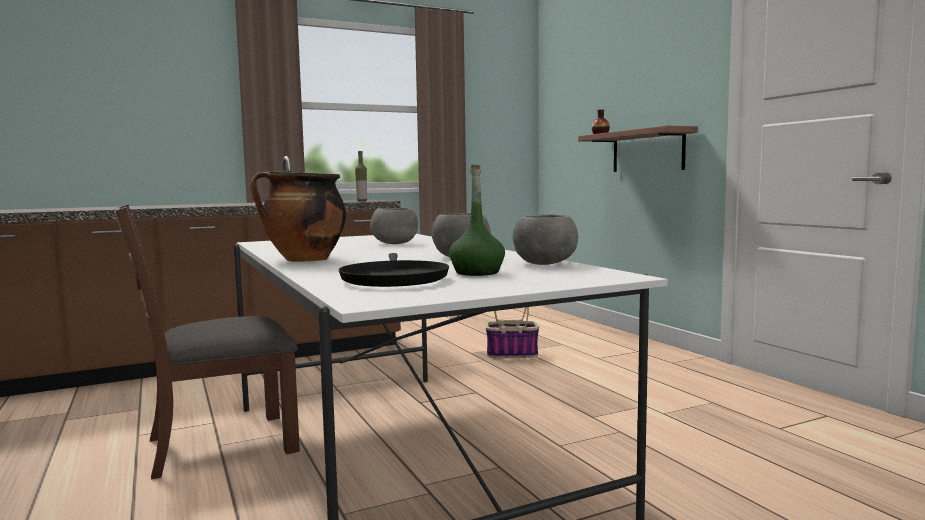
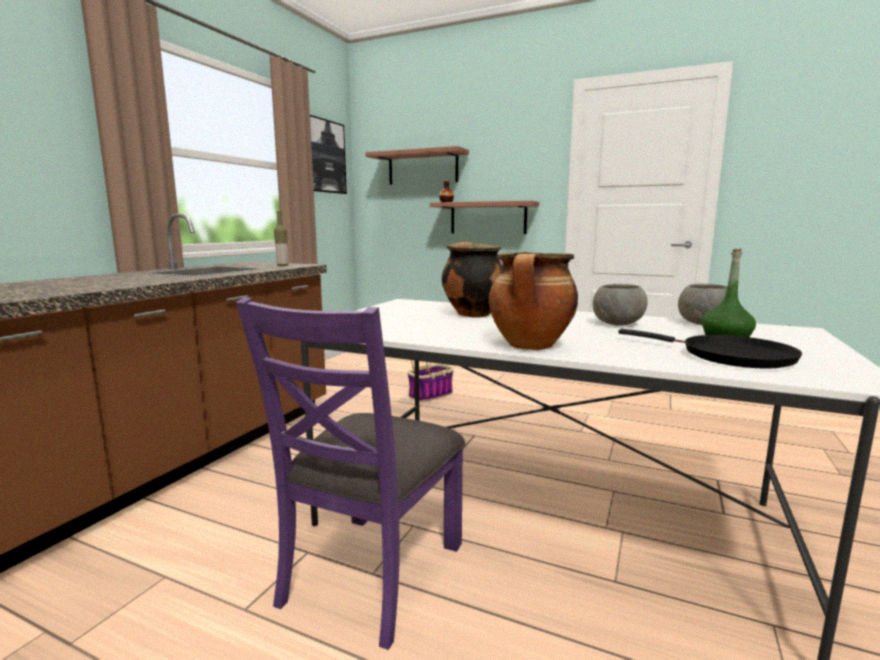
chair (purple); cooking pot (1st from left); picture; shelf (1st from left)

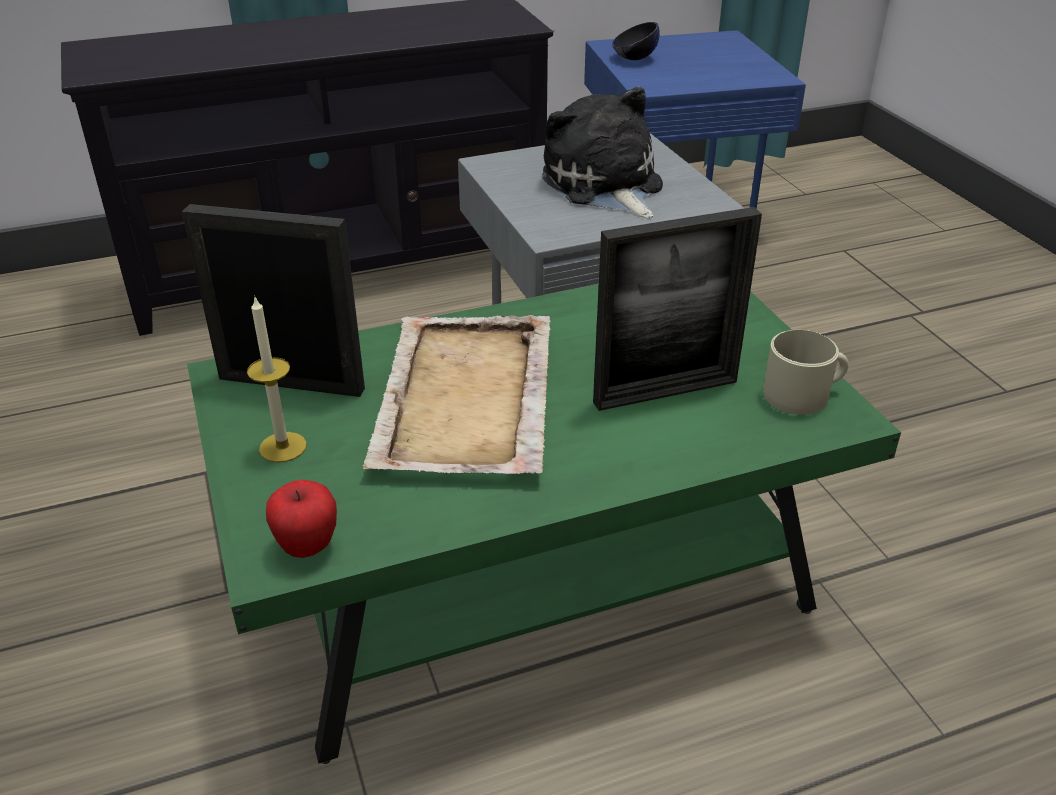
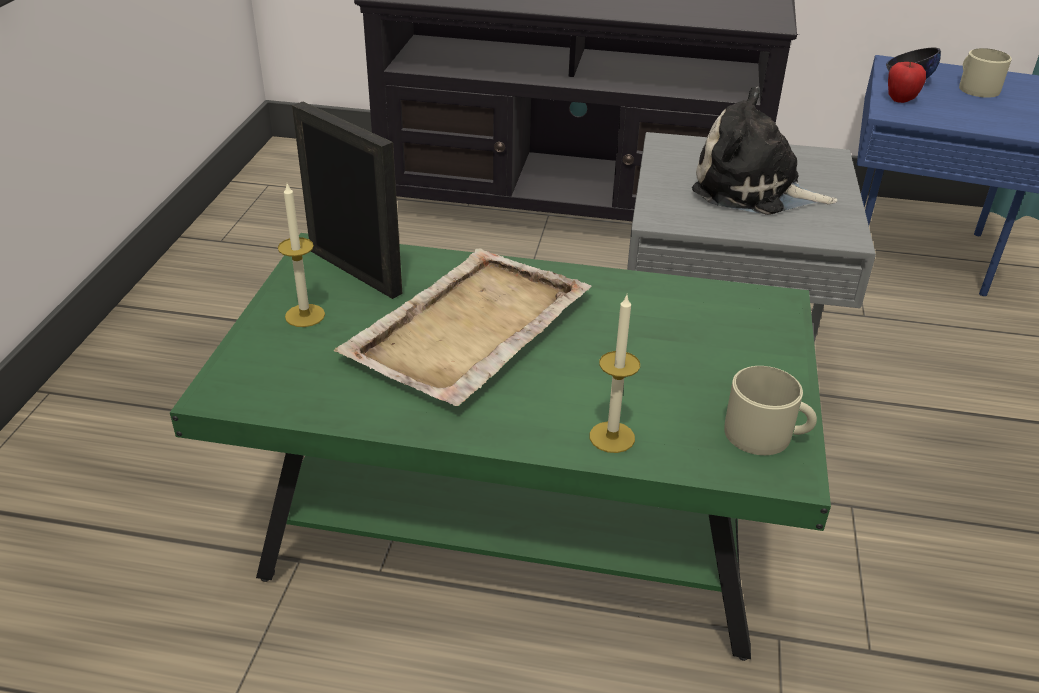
plush toy; picture frame (2nd from left in the first image); apple; mug (beige) (2nd from left); candle (2nd from left)

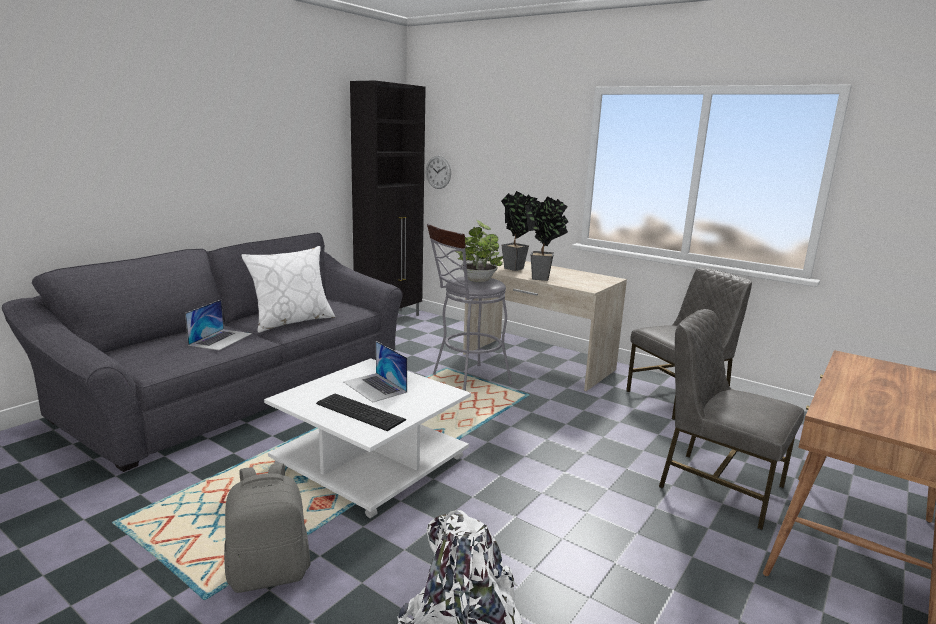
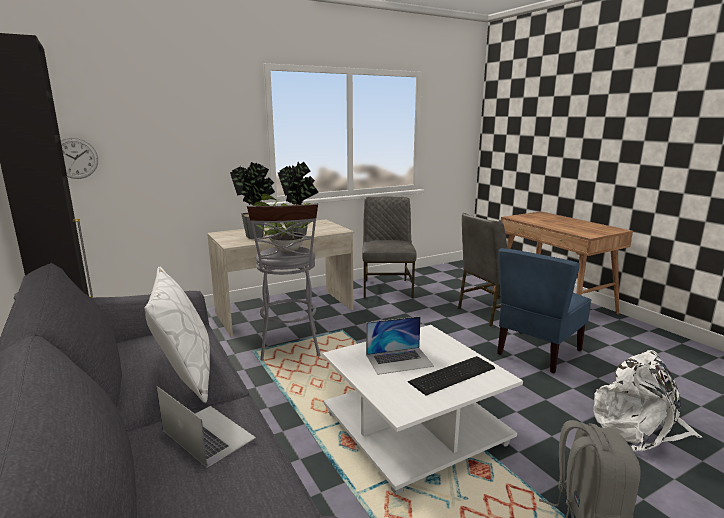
chair (blue)

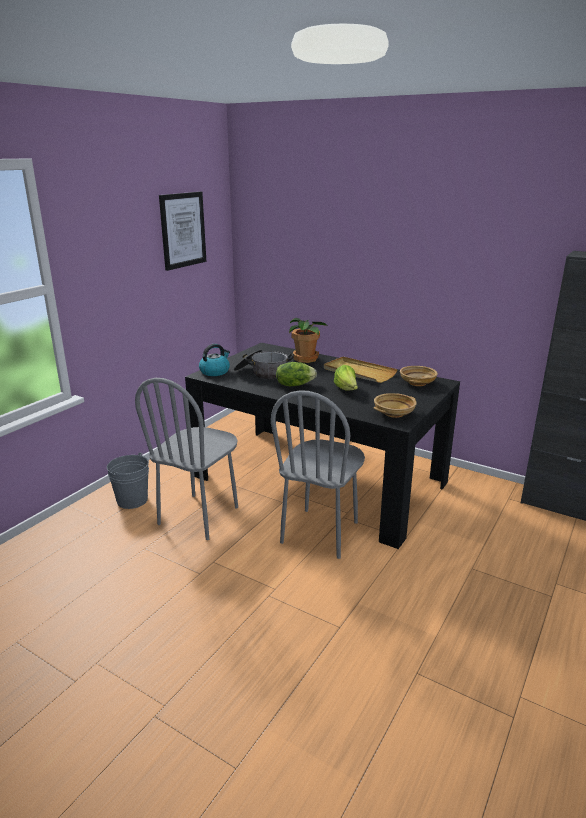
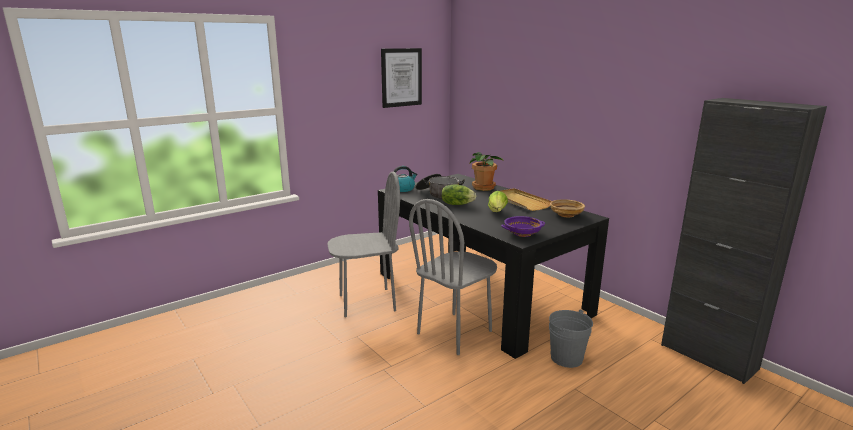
chair (grey) (1st from left); bowl (purple); bucket (grey)

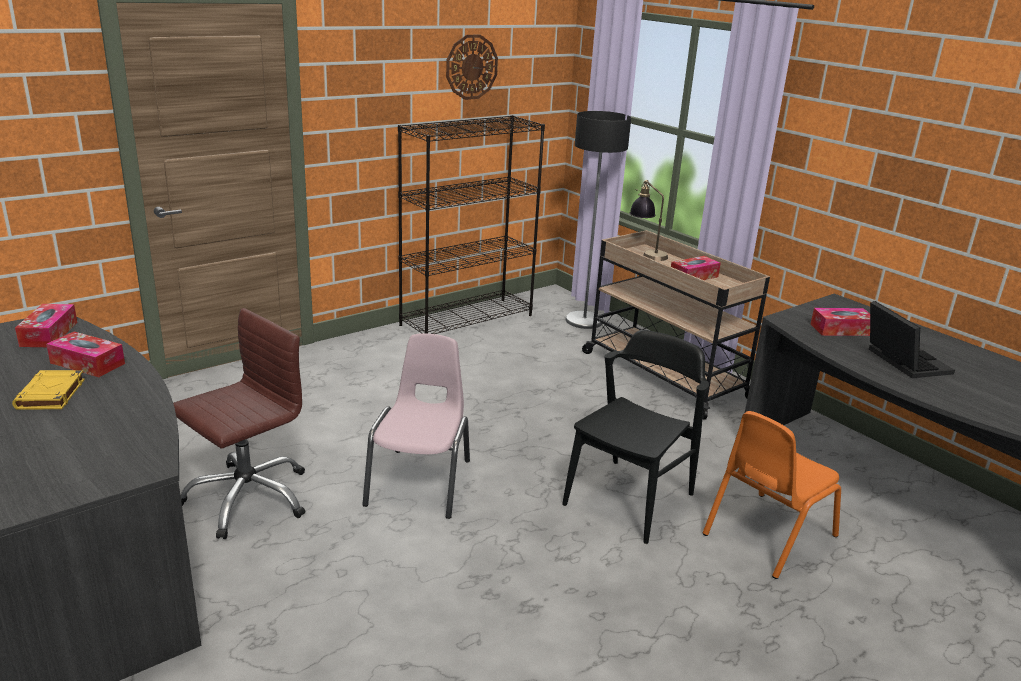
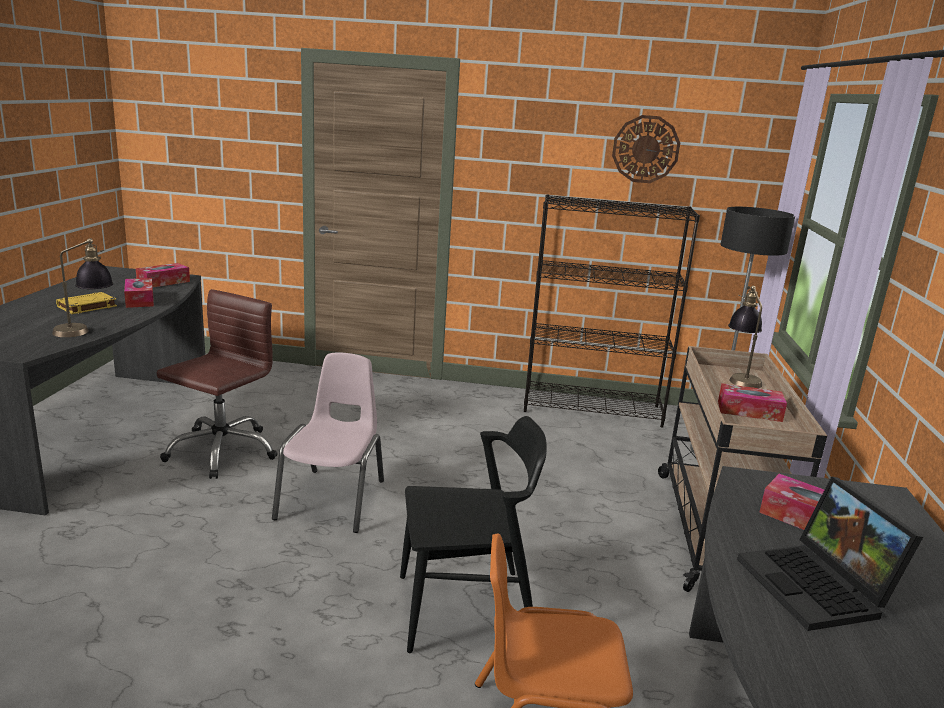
laptop; office chair (brown); chair (pink); table lamp (1st from left)

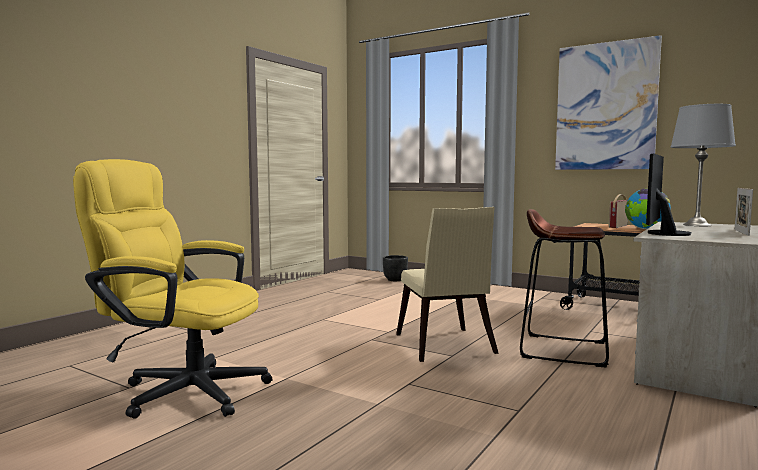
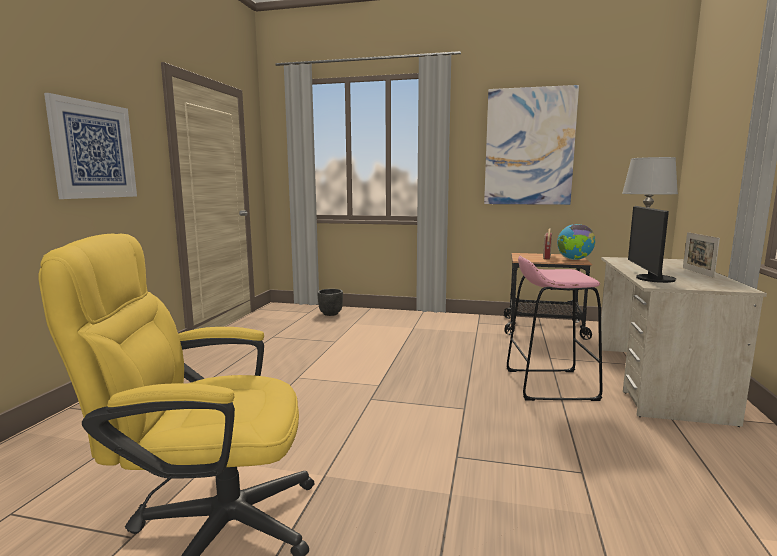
chair (beige); stool (pink); picture (1st from left)

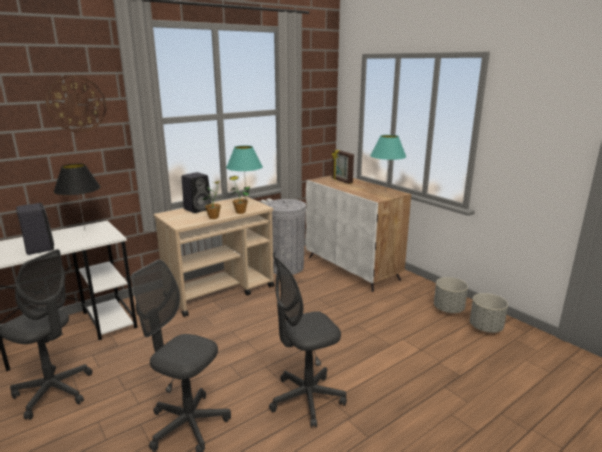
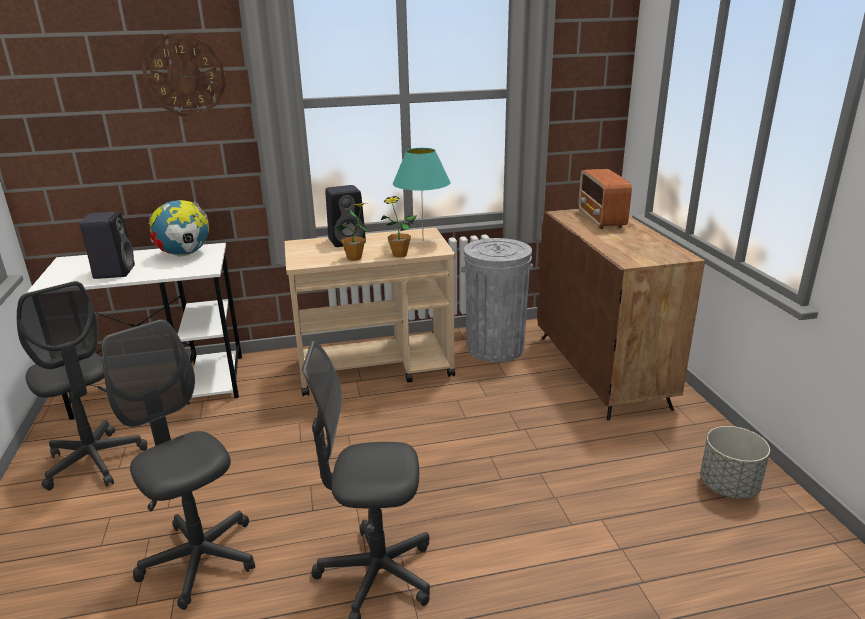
table lamp (turquoise) (2nd from left in the first image); radio; globe; cabinet (brown); planter (grey) (2nd from left in the first image)

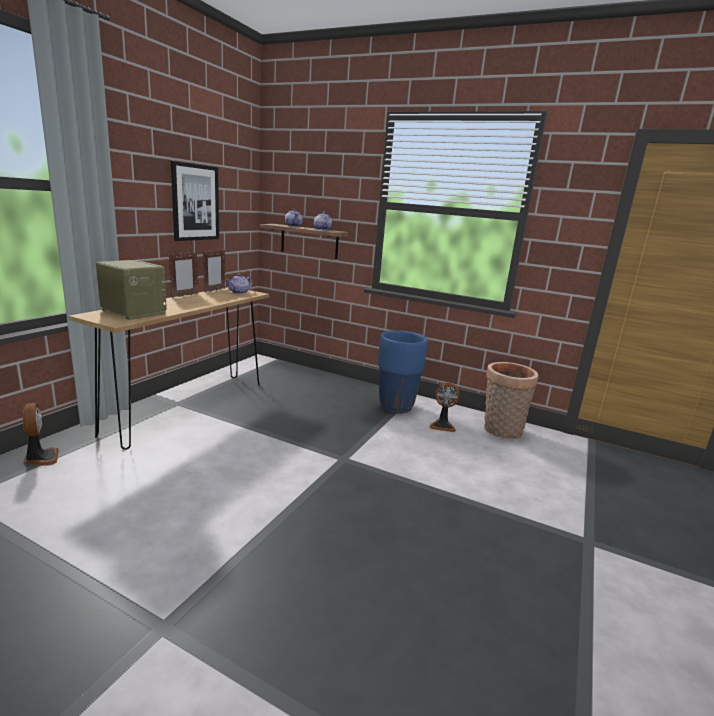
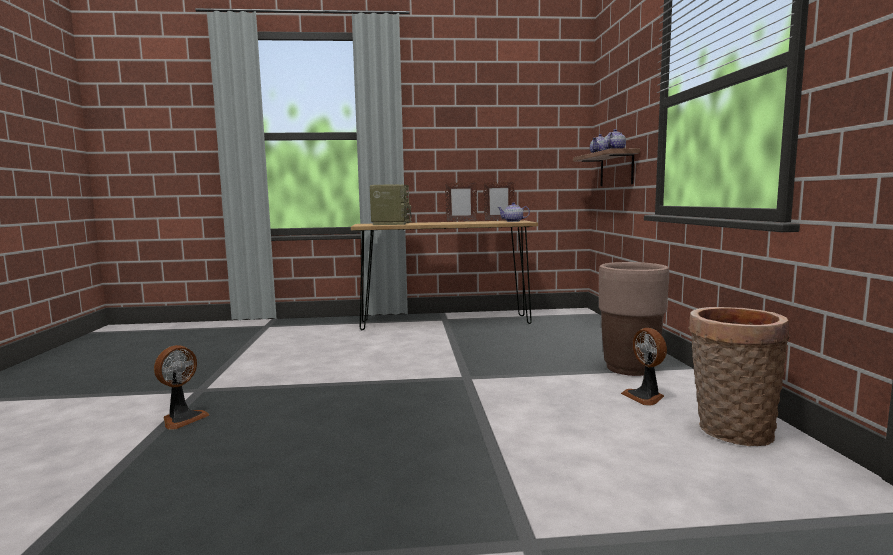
picture; planter (brown); fan (1st from left)

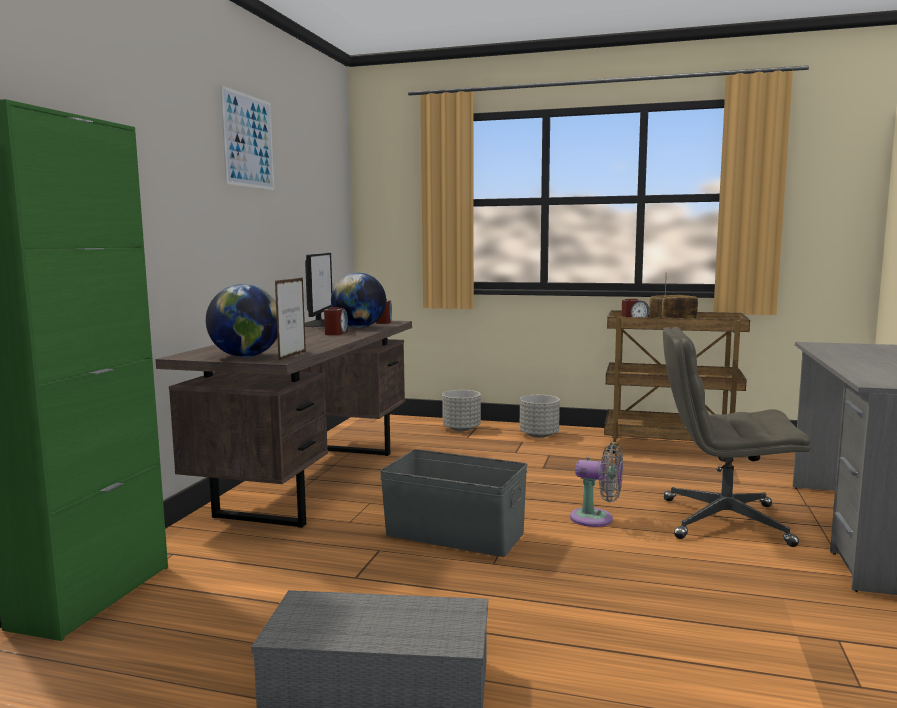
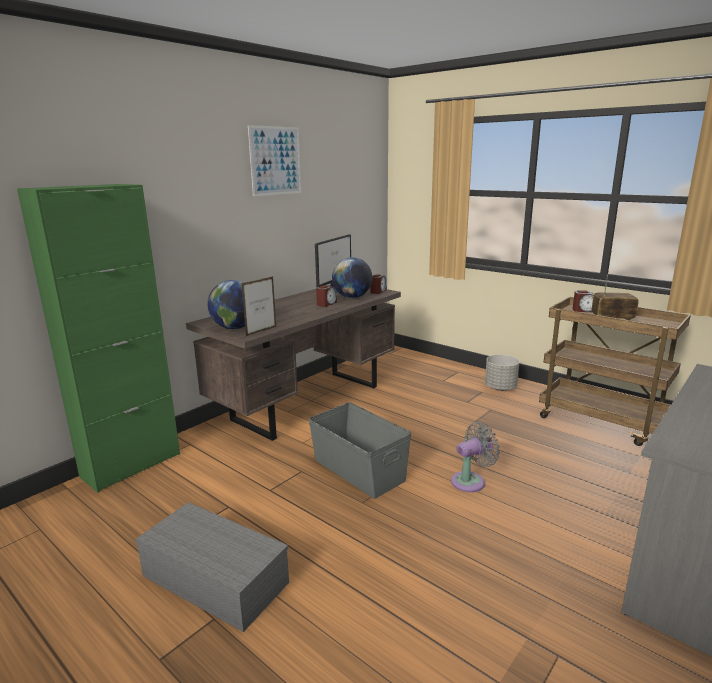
office chair (grey); planter (grey) (1st from left in the first image); fan (grey)

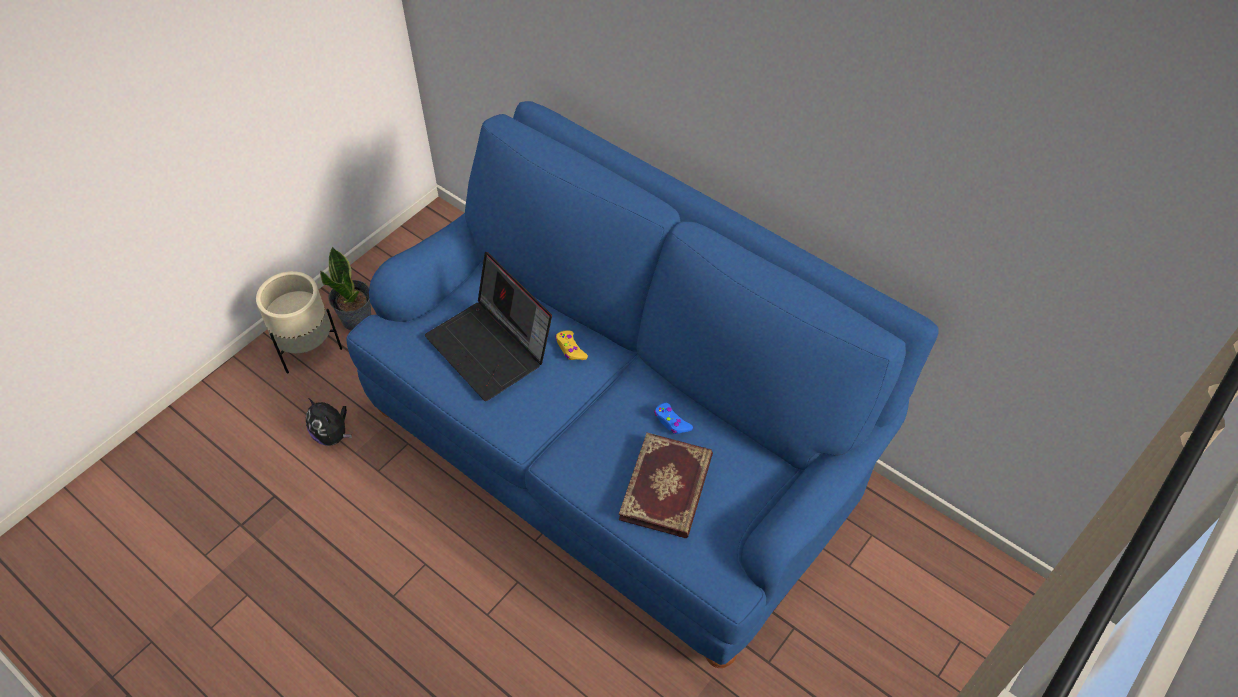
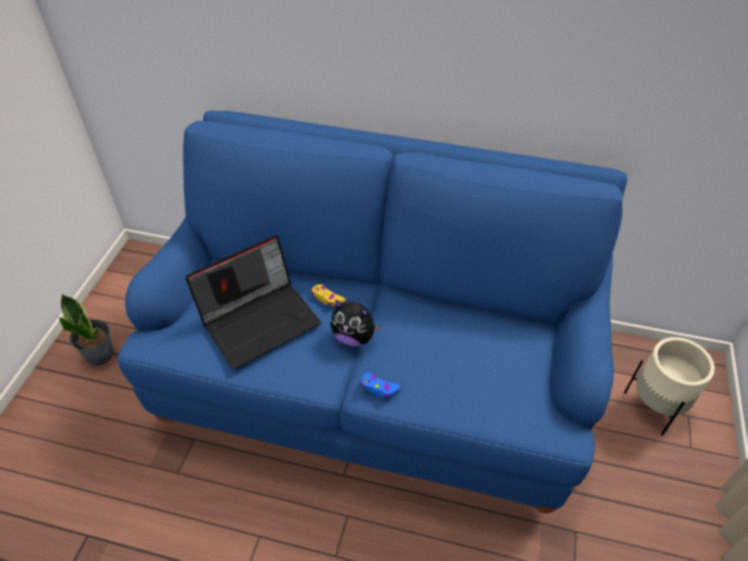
laptop; planter (beige); plush toy; game controller (blue); book

